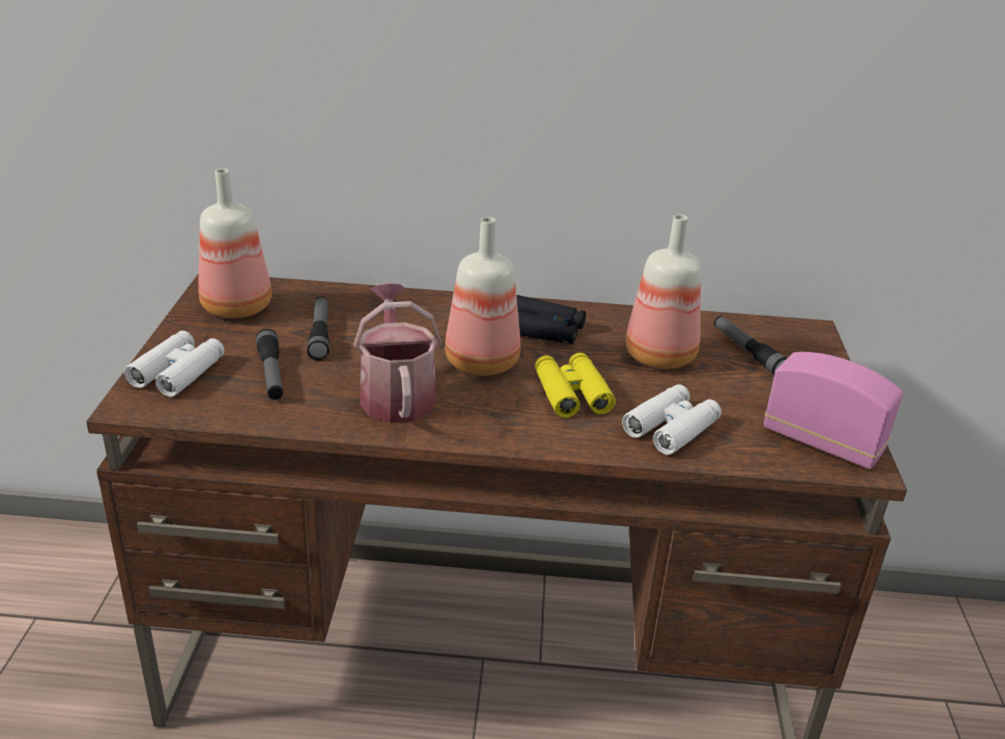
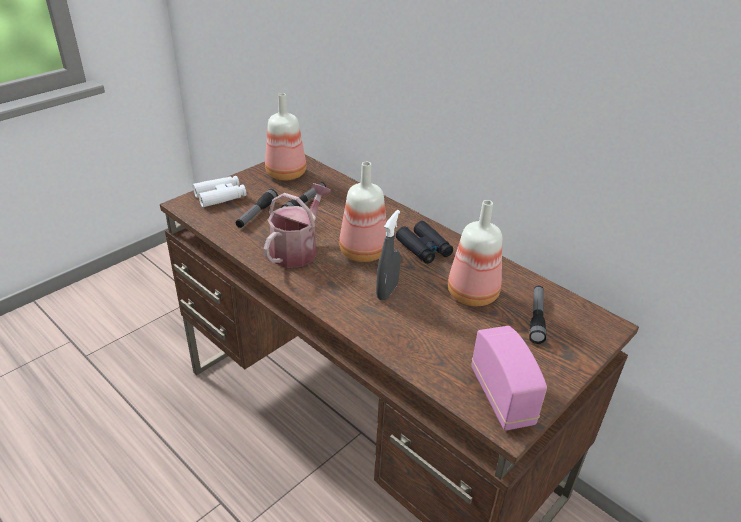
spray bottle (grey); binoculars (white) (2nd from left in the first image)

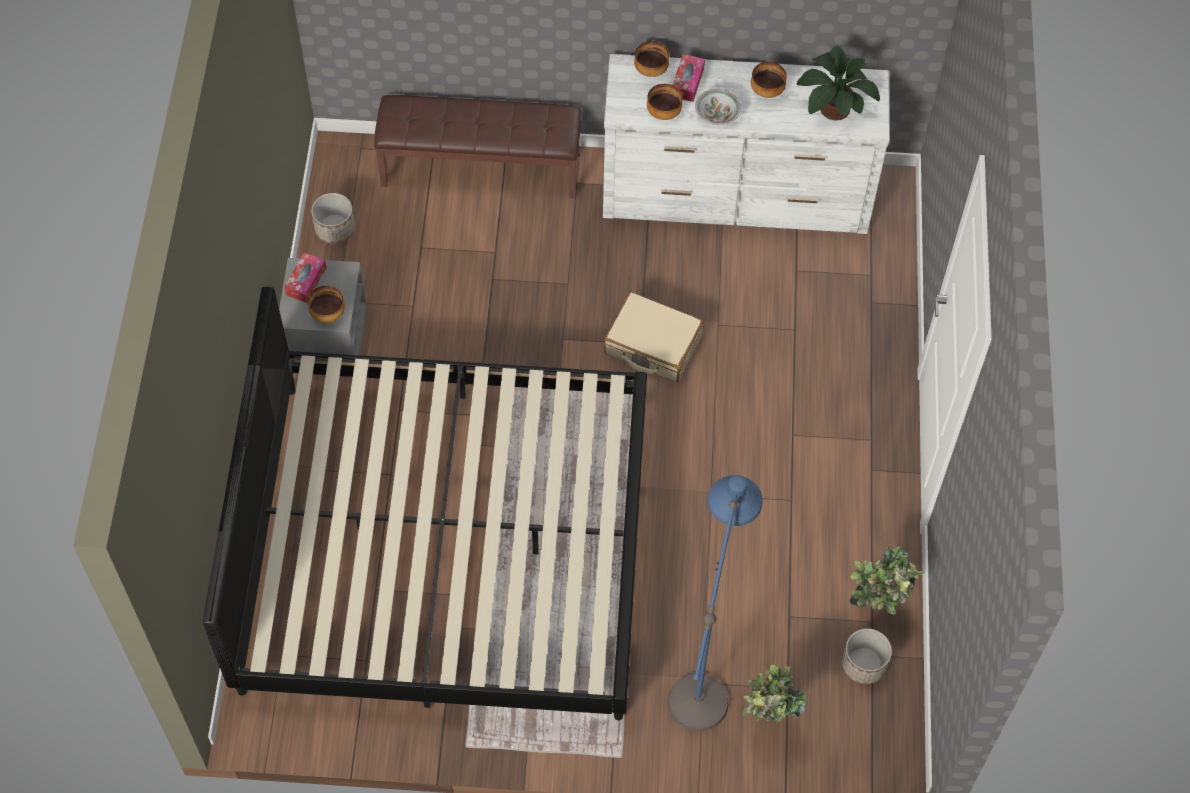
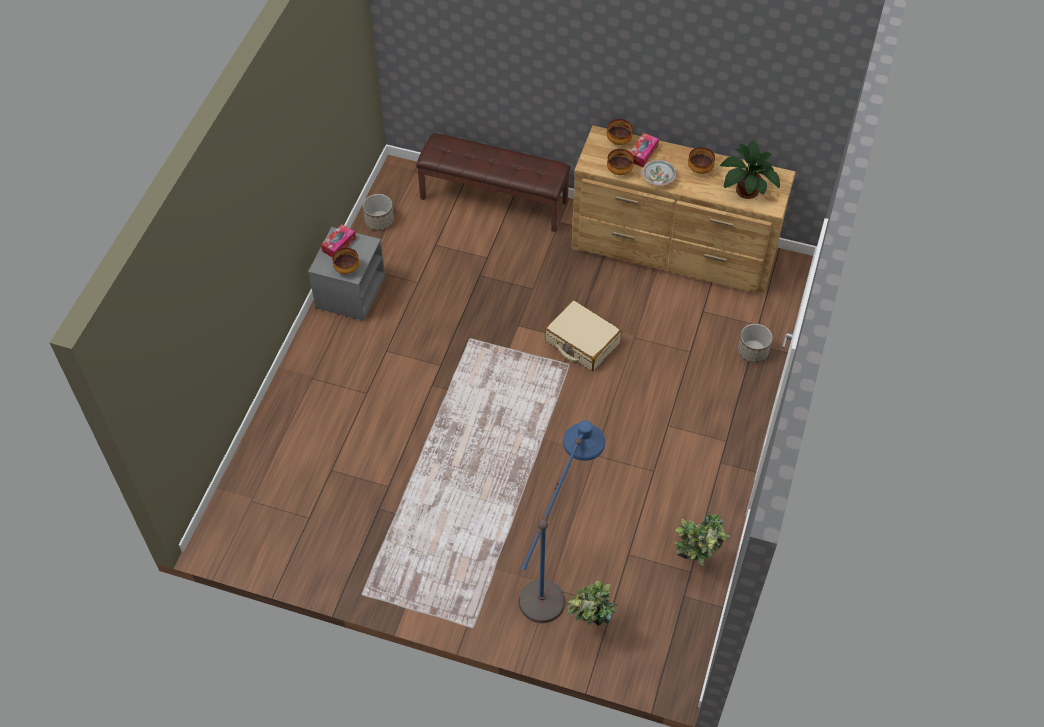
dresser (brown); bed; planter (2nd from left)

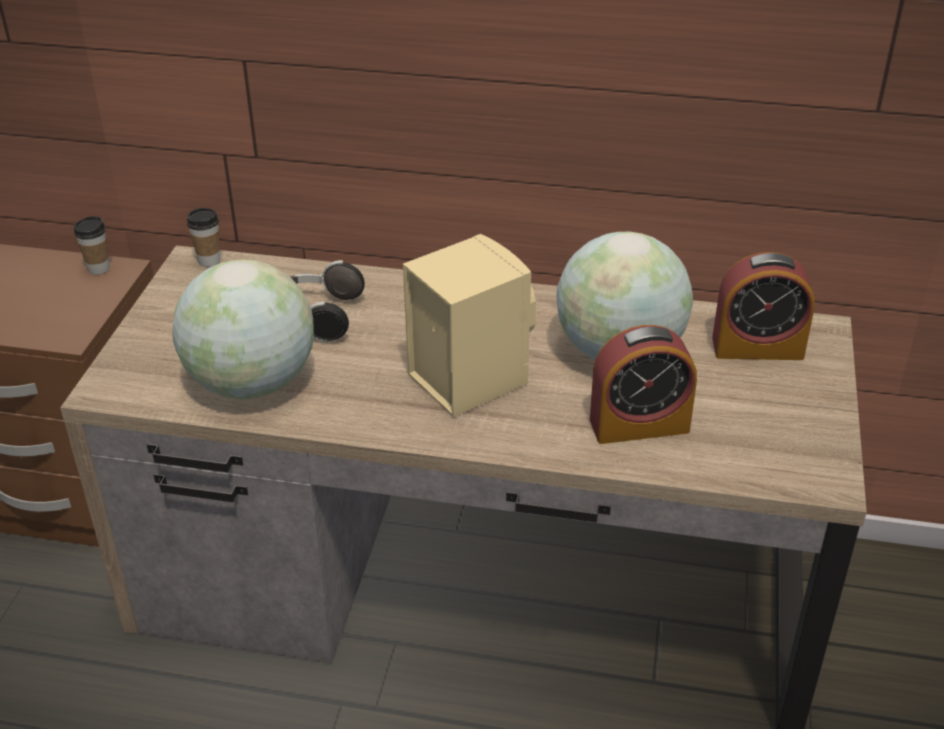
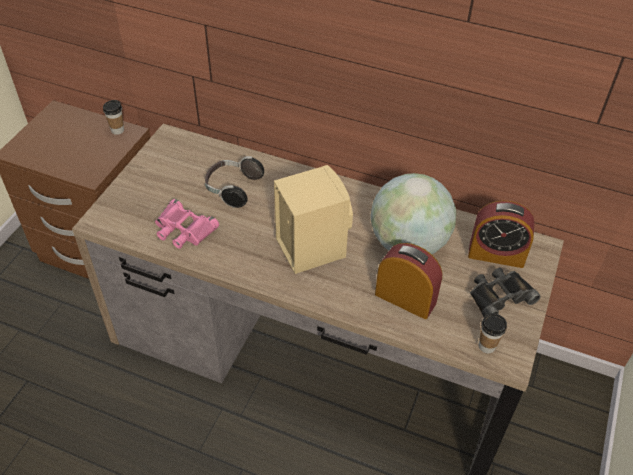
cup (2nd from left); binoculars (pink); alarm clock (1st from left); binoculars (black)

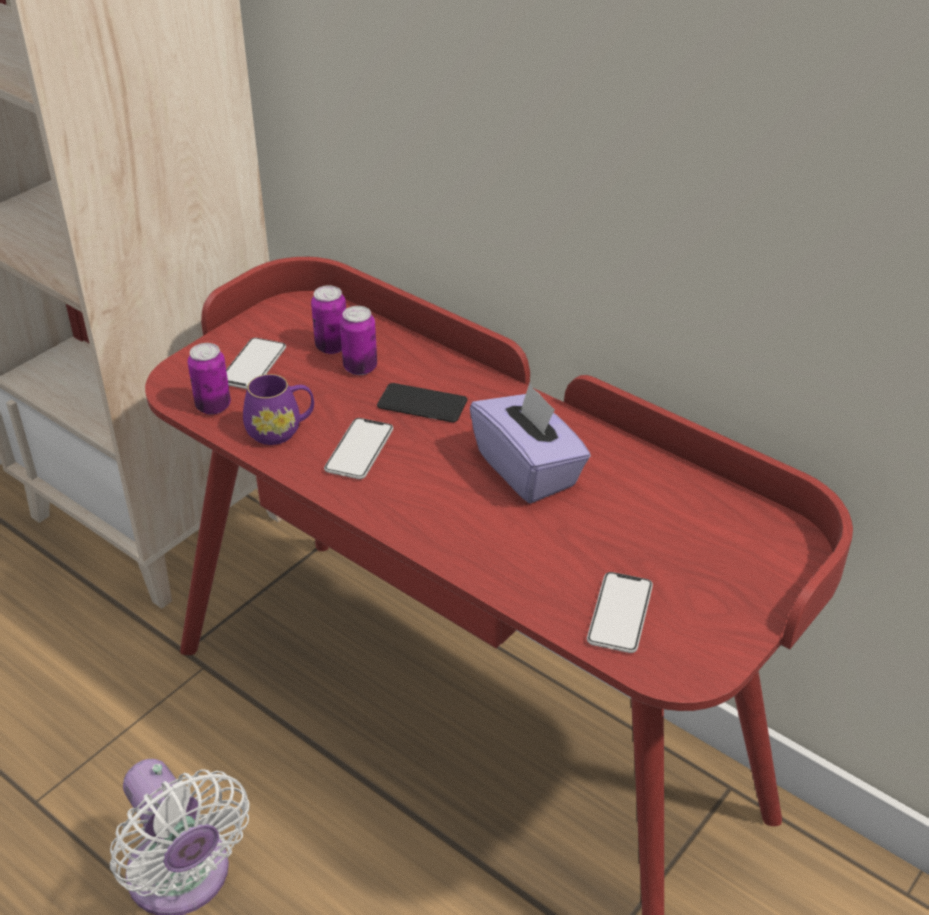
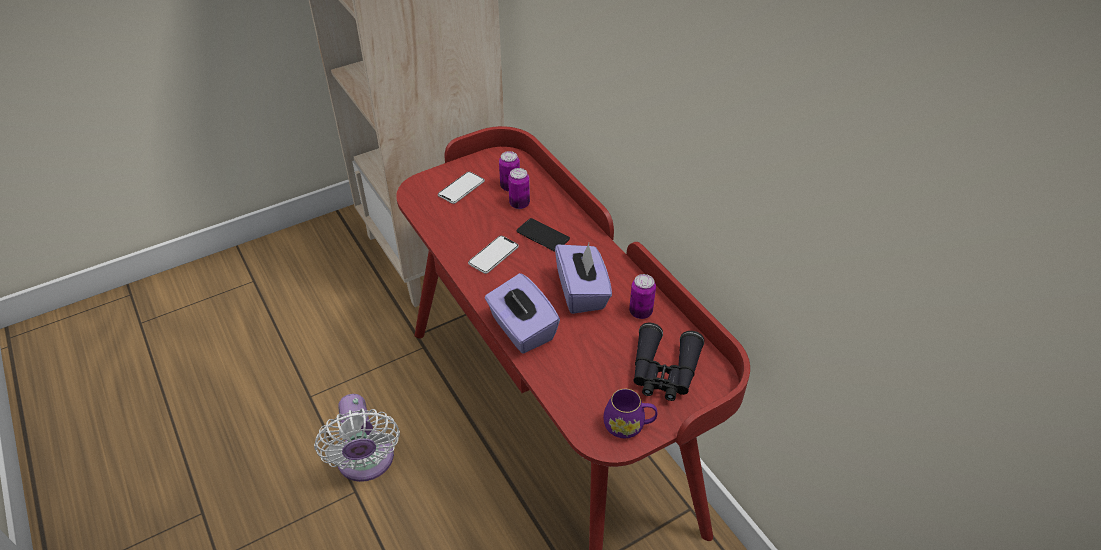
can (3rd from left); mug (purple); phone (4th from left in the first image); tissue box (purple) (1st from left); binoculars (black)

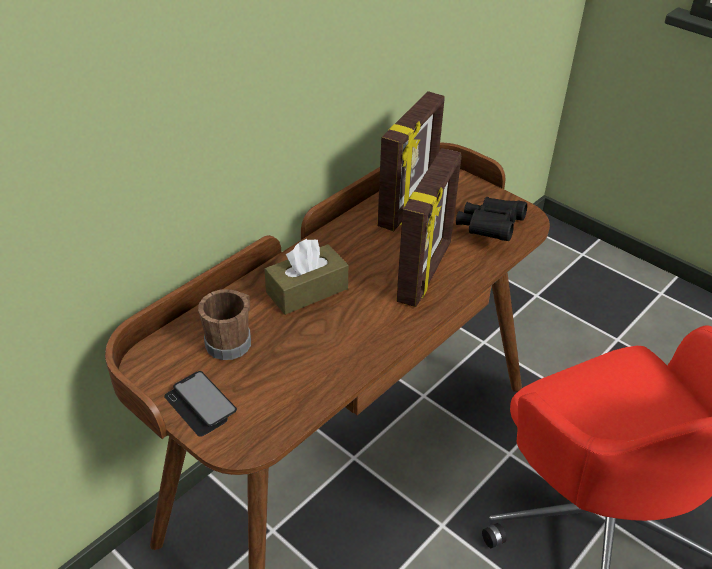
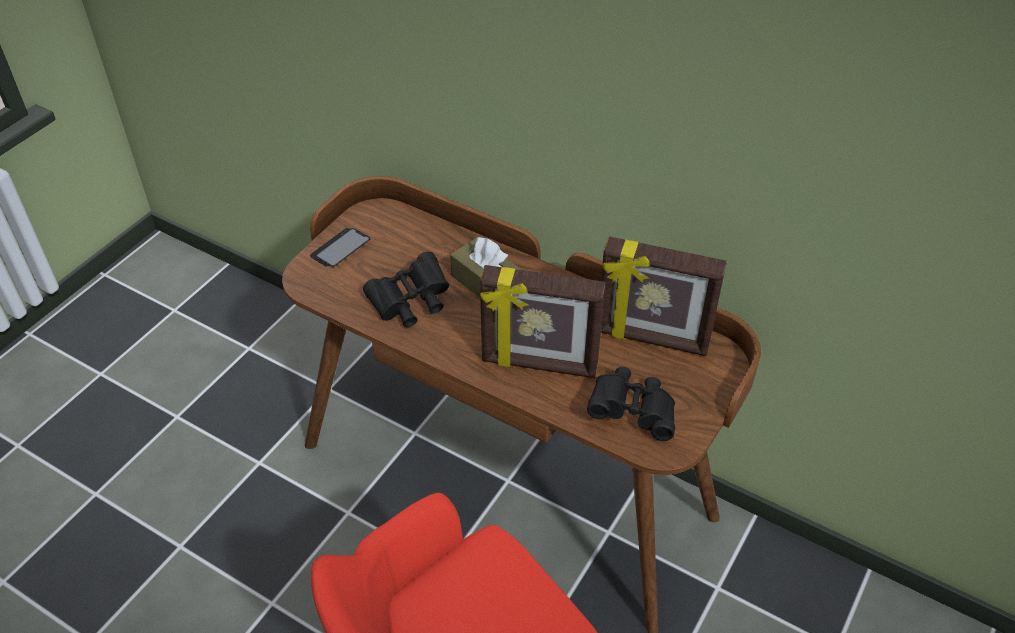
mug (brown); binoculars (black) (1st from left)

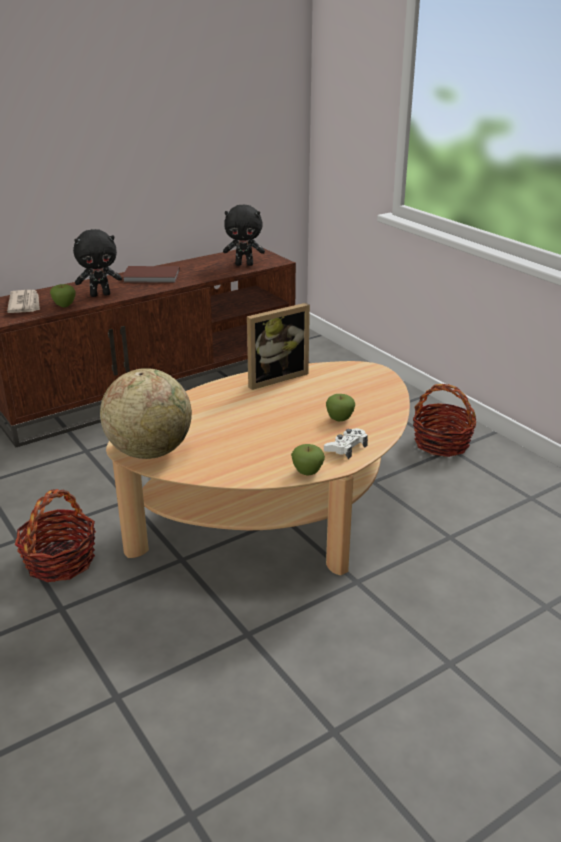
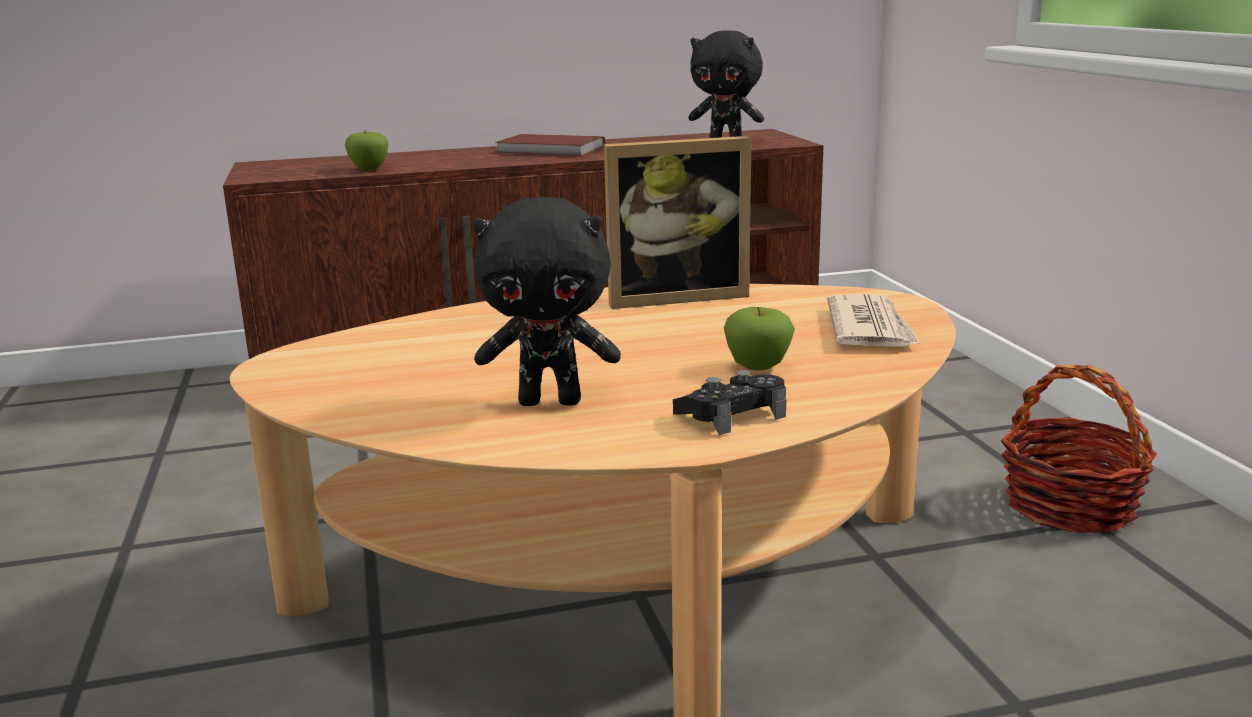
plush toy (black) (1st from left); newspaper; globe; game controller (black); apple (2nd from left in the first image); basket (1st from left in the first image)

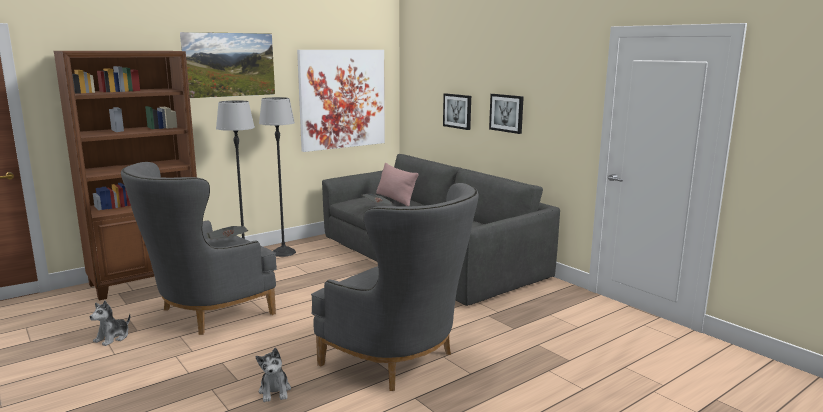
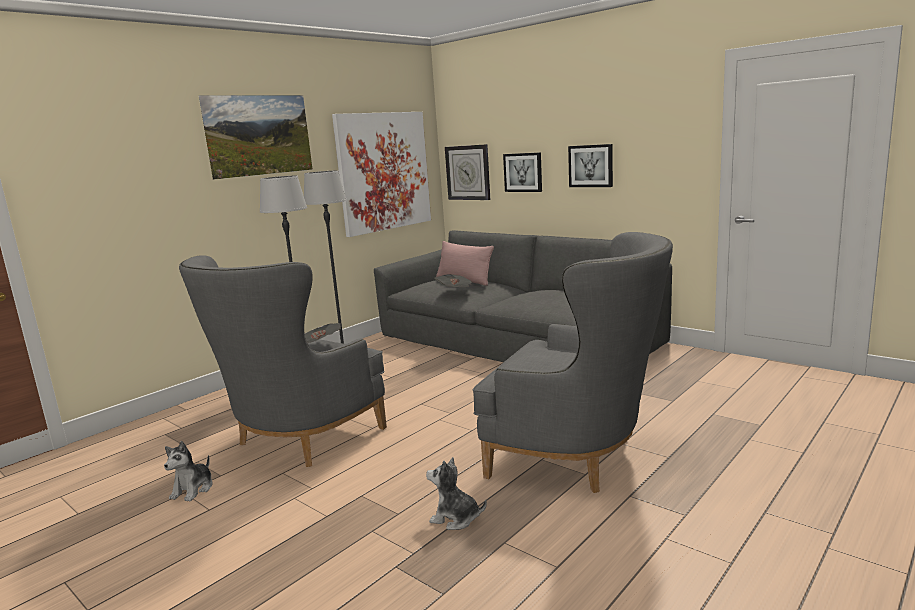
bookcase (brown); plush toy (2nd from left); wall clock

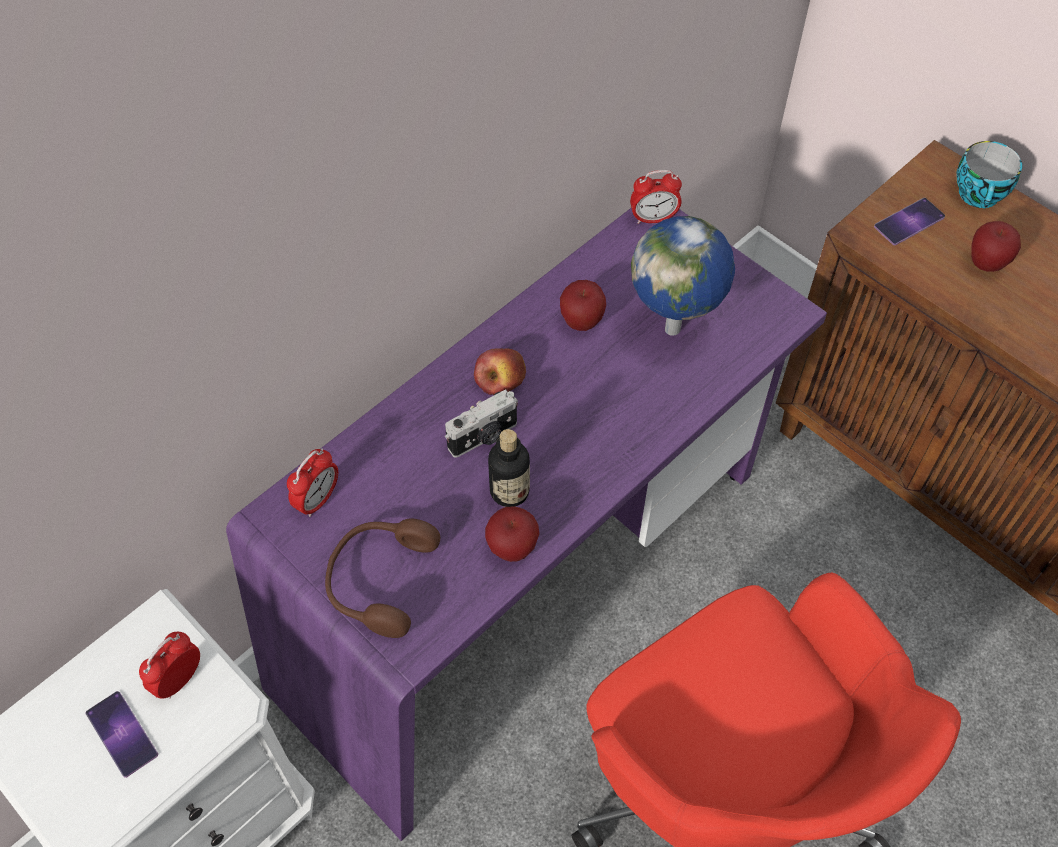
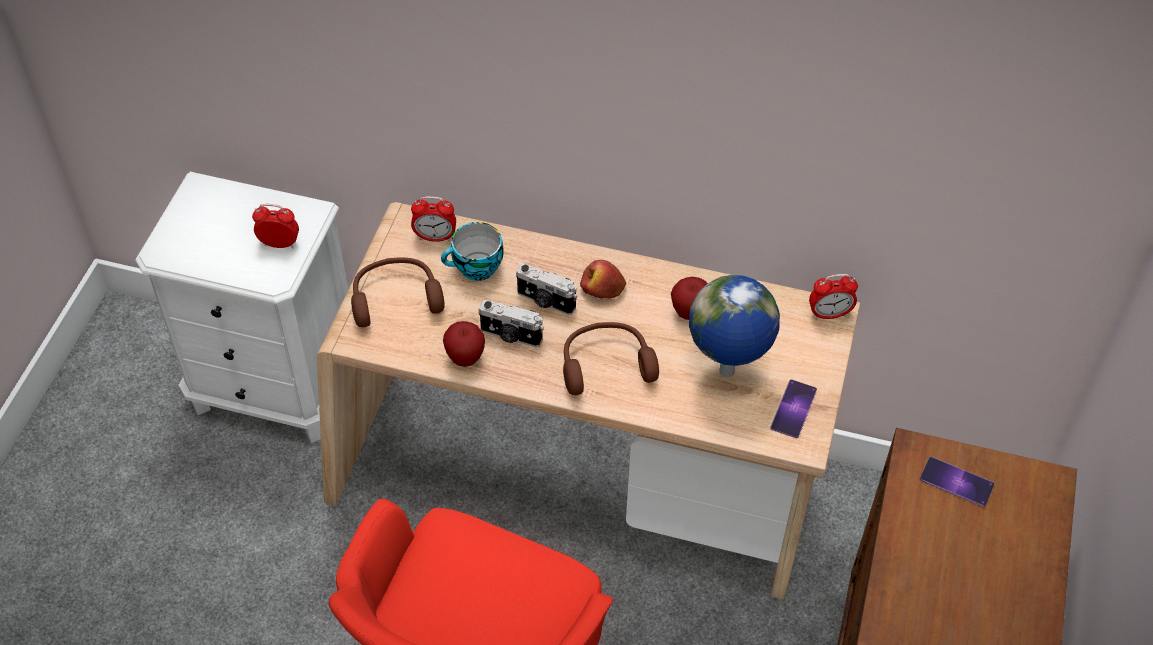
cup; alarm clock (3rd from left); desk (beige); apple (4th from left in the first image); photo camera (1st from left); phone (1st from left); headphones (brown) (2nd from left)

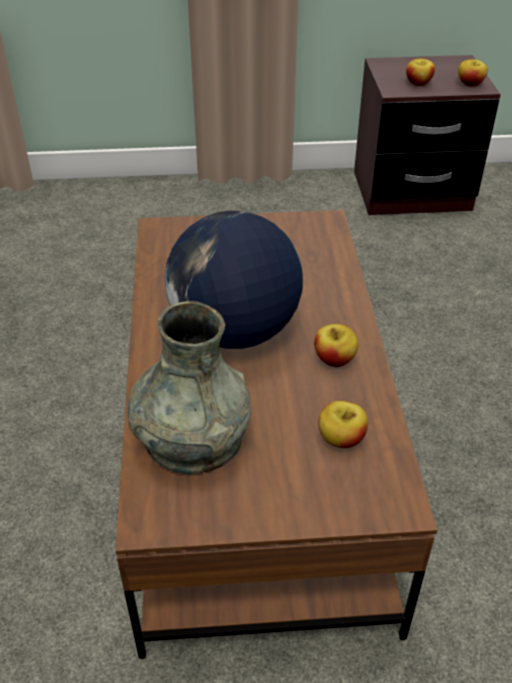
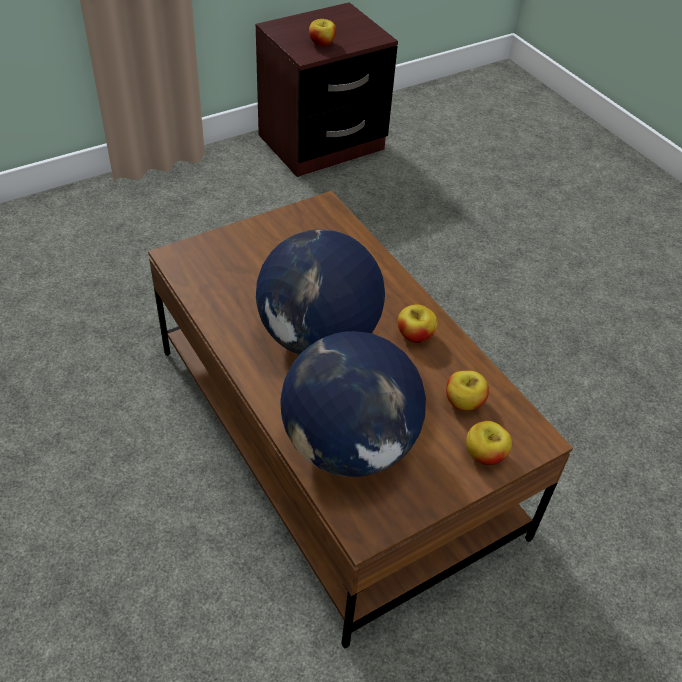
apple (4th from left); globe (2nd from left)

